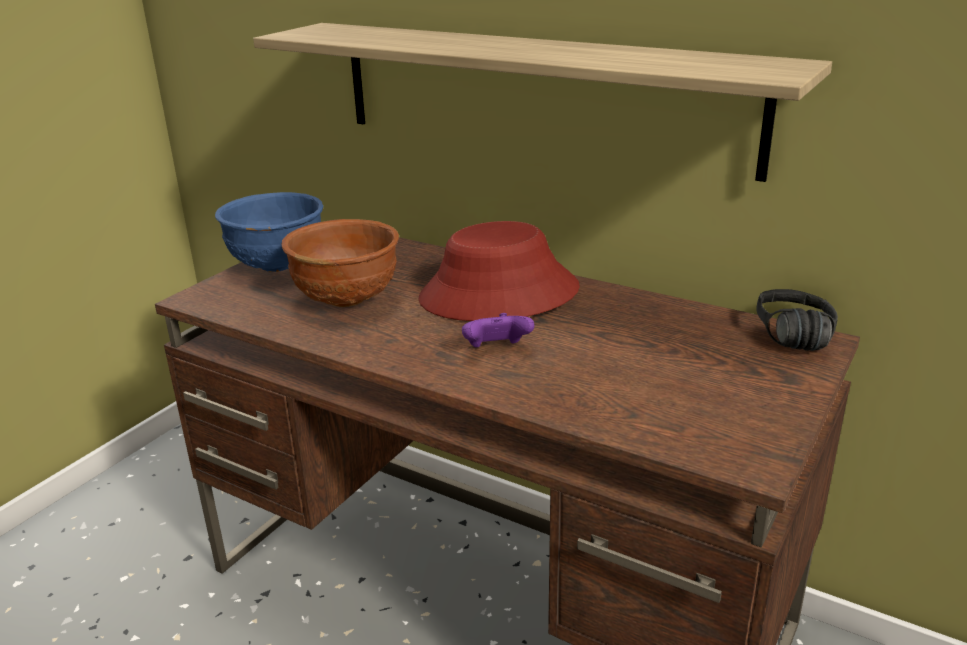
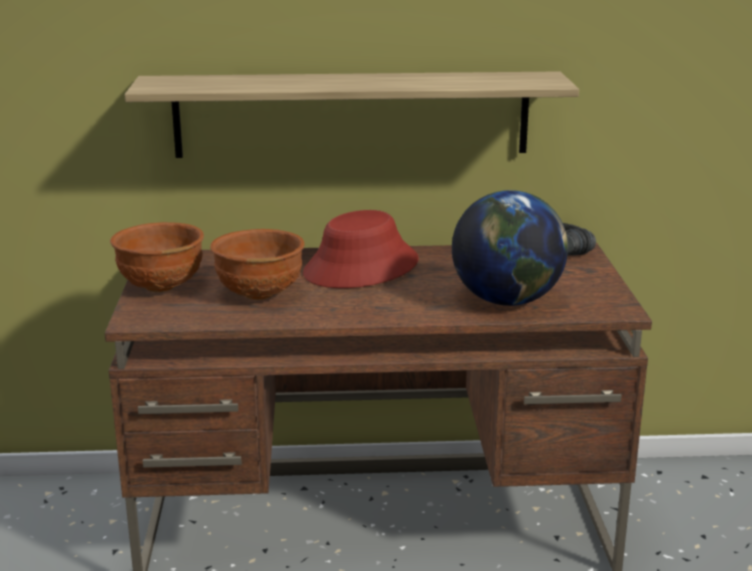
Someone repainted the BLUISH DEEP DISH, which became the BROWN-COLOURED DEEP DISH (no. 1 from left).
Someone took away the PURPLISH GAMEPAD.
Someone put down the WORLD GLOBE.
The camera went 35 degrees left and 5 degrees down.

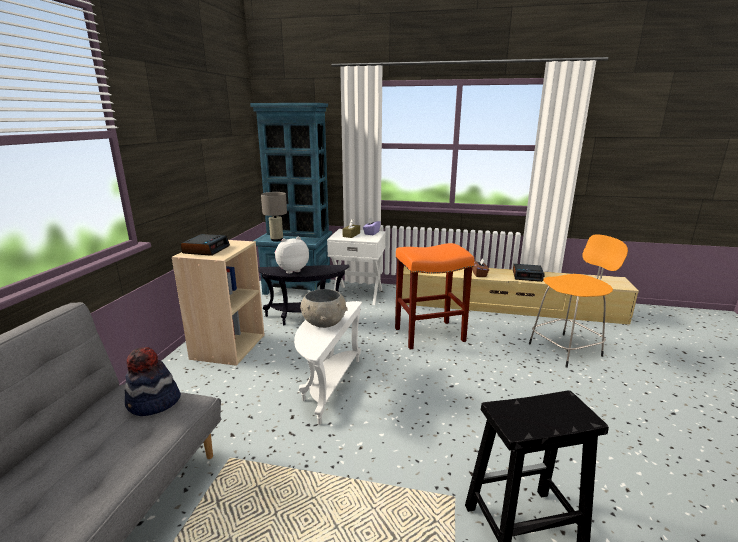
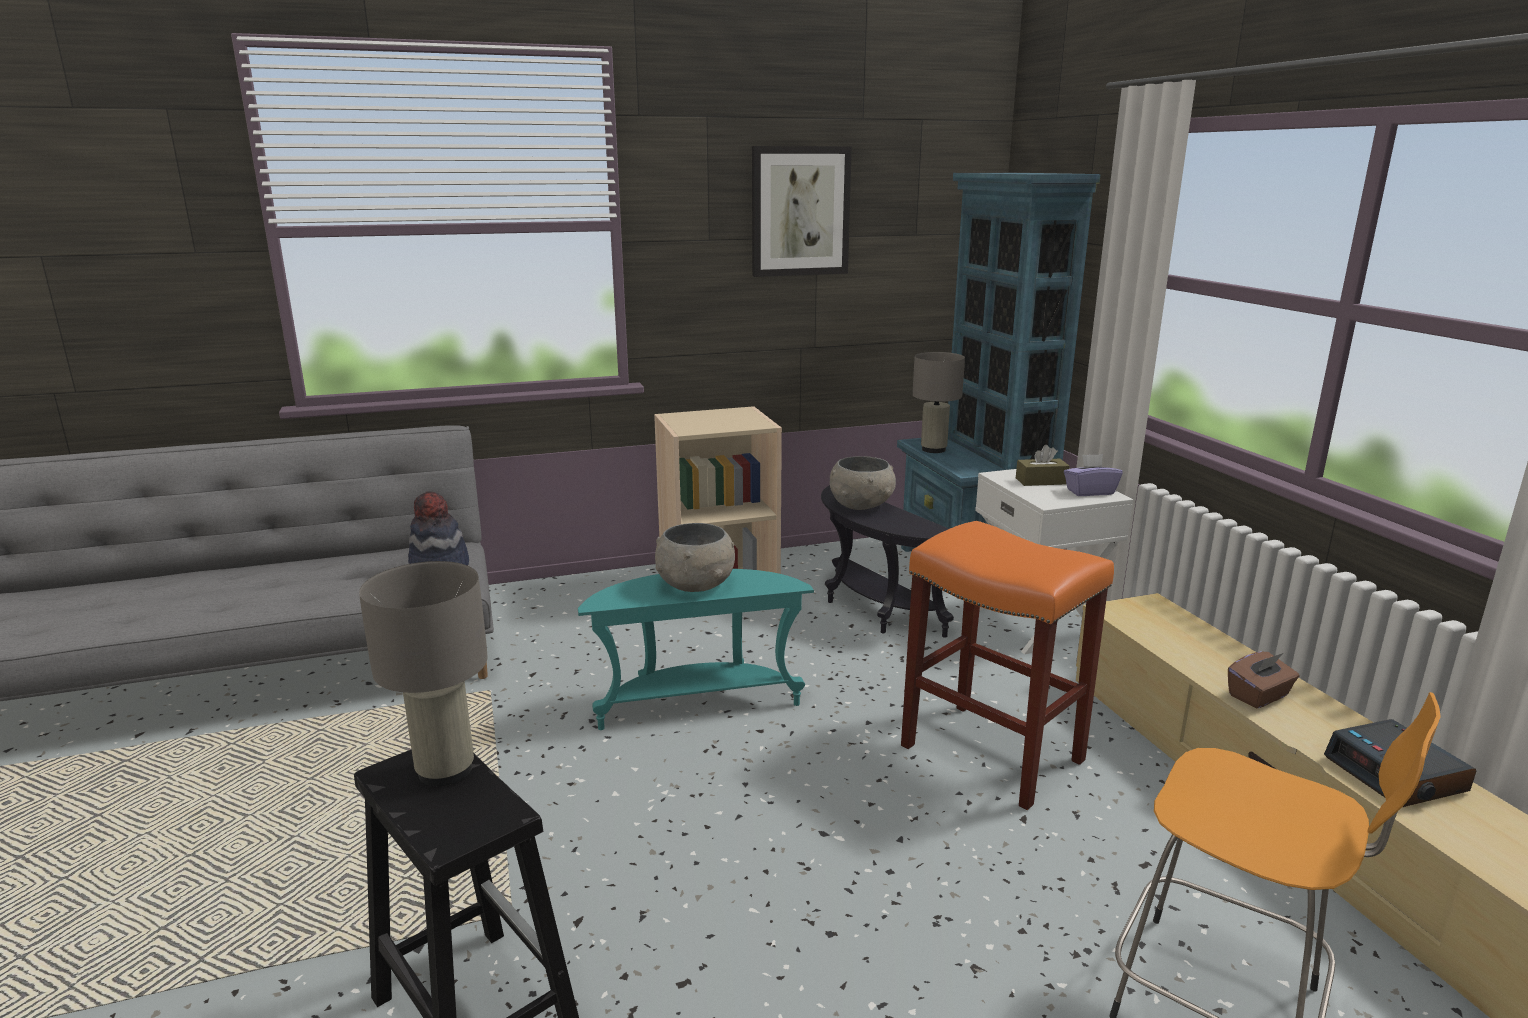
Someone took away the BEDSIDE CLOCK (no. 1 from left).
Someone swapped the SOFT TOY for the GREY DEEP DISH (no. 2 from left).
Someone repainted the WHITISH END TABLE, which became the BLUE-GREEN END TABLE.
Someone put up the WALL PICTURE.
Someone put down the GREY TABLETOP LAMP (no. 1 from left).
The camera went 60 degrees right and 0 degrees up.

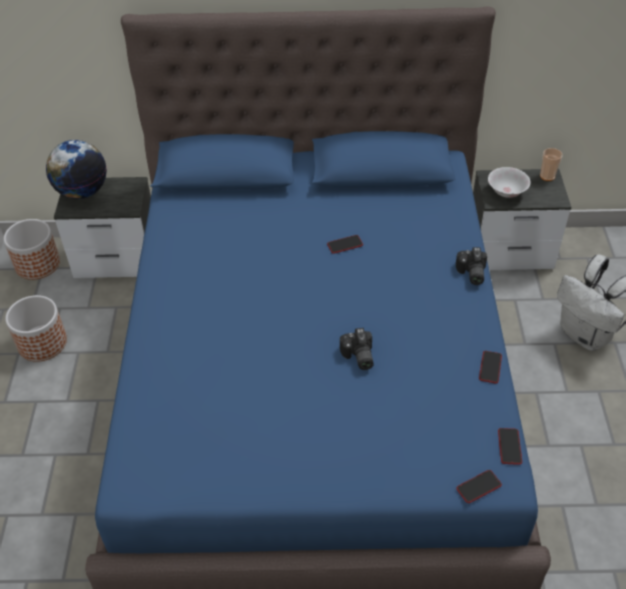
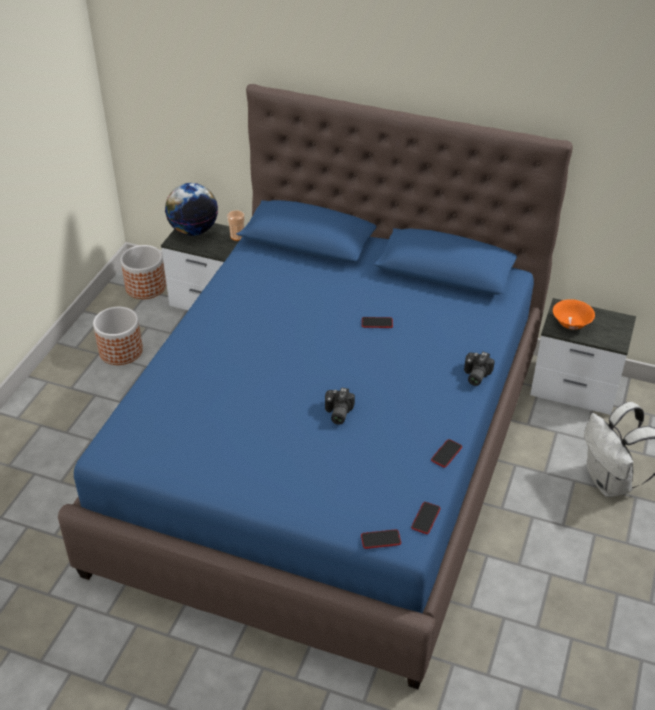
Someone carried the CUP.
Someone repainted the WHITISH DEEP DISH, which became the ORANGE DEEP DISH.
The camera went 20 degrees right and 5 degrees down.

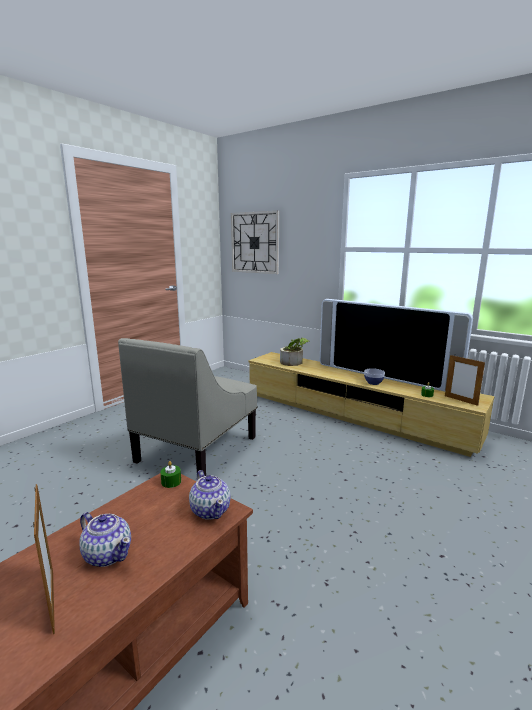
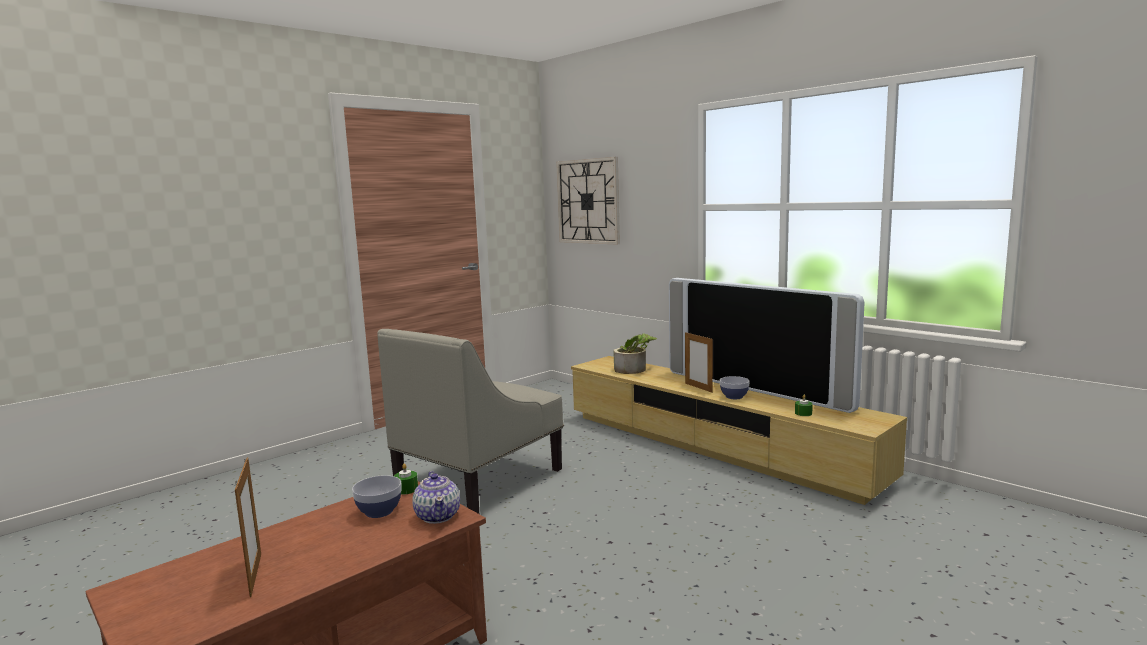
Someone carried the PHOTO FRAME (no. 2 from left).
Someone took away the TEA POT (no. 1 from left).
Someone put down the DEEP DISH (no. 1 from left).
The camera went 10 degrees right and 5 degrees down.

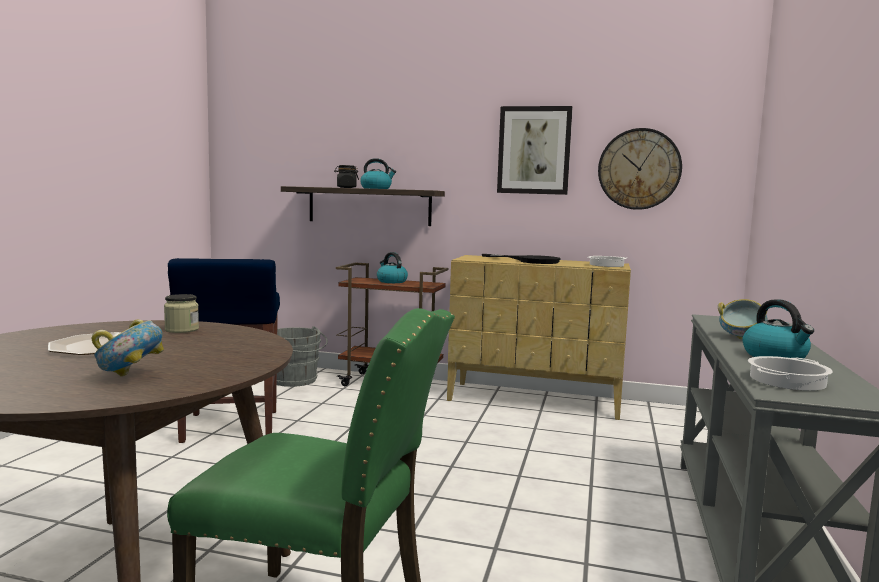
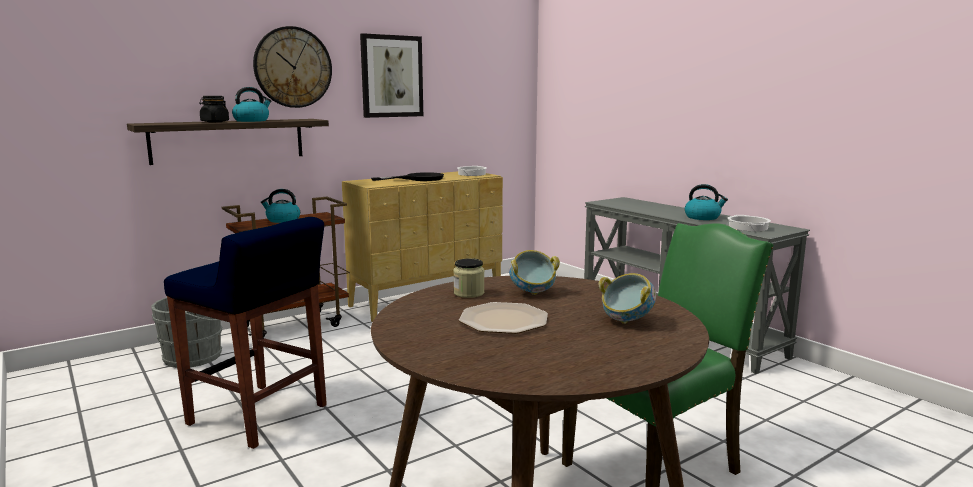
Someone carried the WALL CLOCK.
Someone carried the DEEP DISH (no. 2 from left in the first image).
The camera went 50 degrees left and 5 degrees up.

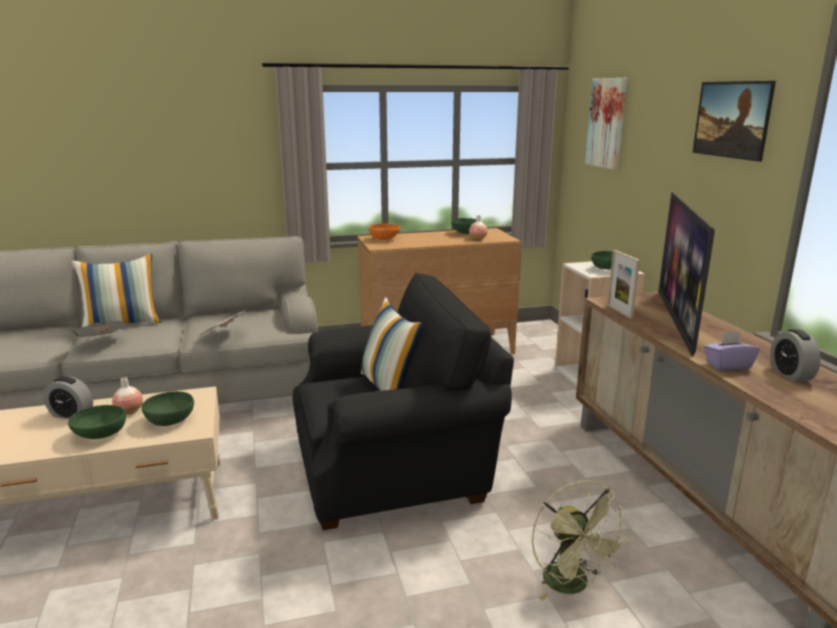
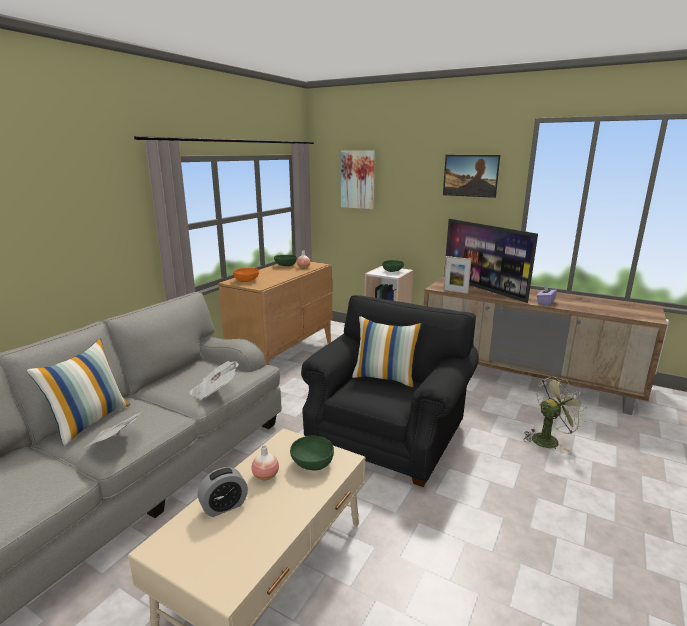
Someone took away the BEDSIDE CLOCK (no. 2 from left).
Someone took away the GREEN DEEP DISH (no. 1 from left).
Someone rotated the GREEN FAN by 45 degrees counterclockwise.
The camera went 45 degrees left and 0 degrees up.

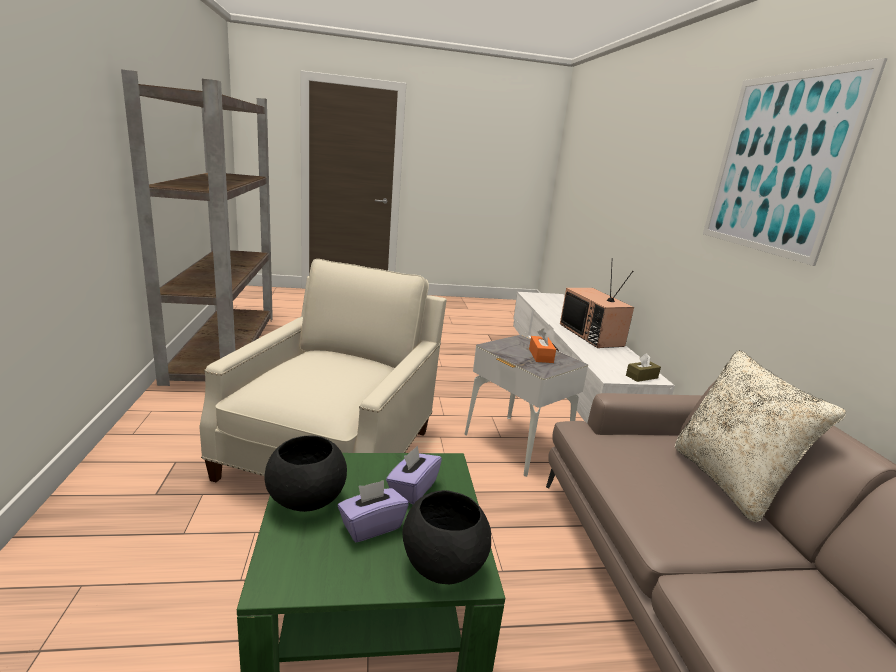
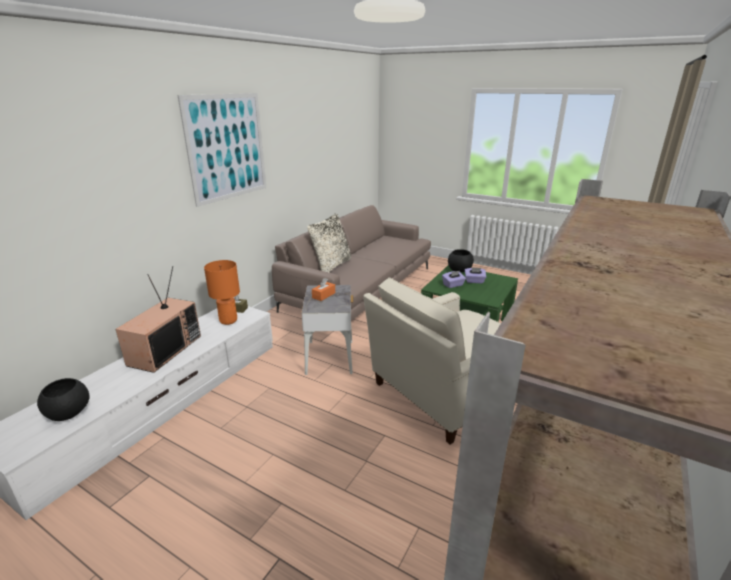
Someone carried the BLACK-COLOURED DEEP DISH (no. 1 from left).
Someone put down the ORANGE TABLETOP LAMP.
The camera went 140 degrees left and 5 degrees up.

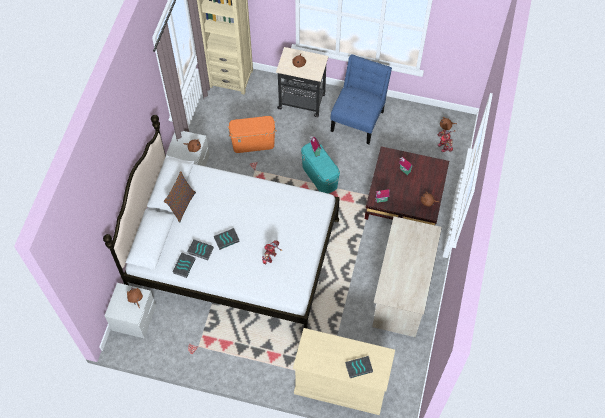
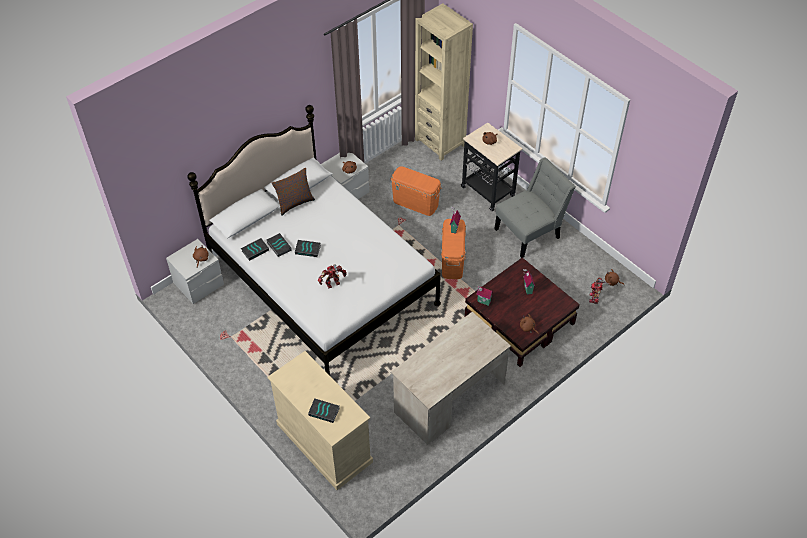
Someone repainted the BLUISH UPRIGHT CHAIR, which became the GREY UPRIGHT CHAIR.
Someone repainted the BLUE-GREEN STORAGE BIN, which became the ORANGE STORAGE BIN (no. 2 from left).
The camera went 35 degrees right and 10 degrees down.

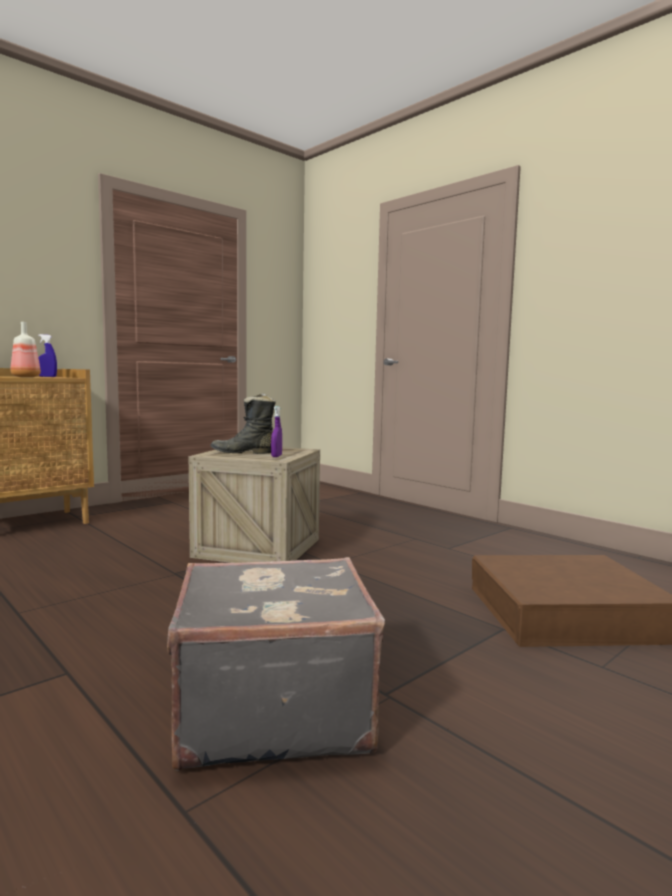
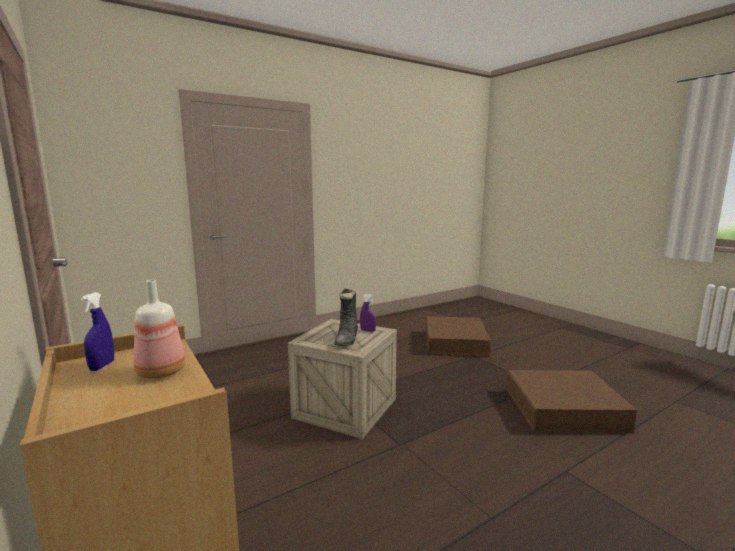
Someone swapped the GREY TRAVEL CASE for the BROWN-COLOURED STORAGE BIN (no. 2 from left).
The camera went 80 degrees left and 5 degrees up.

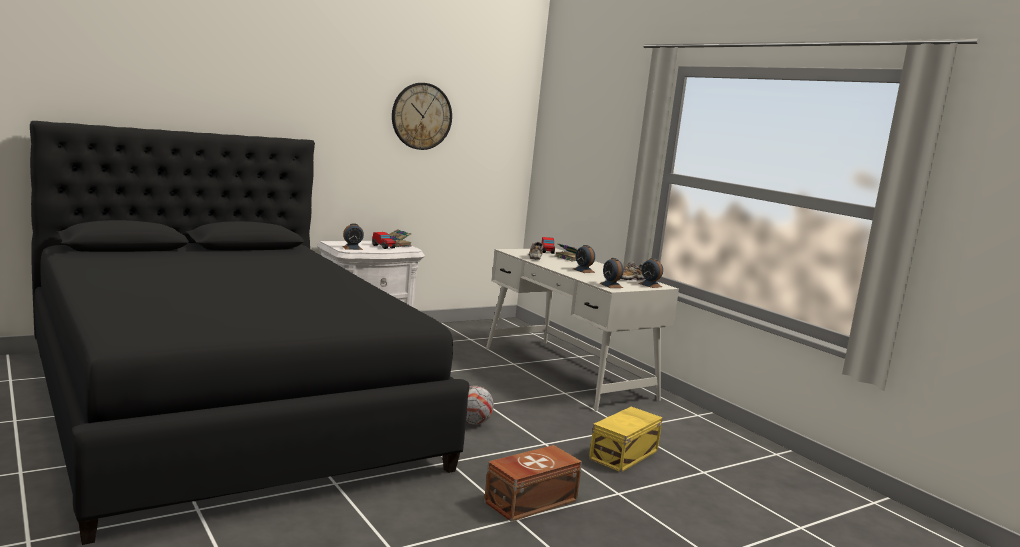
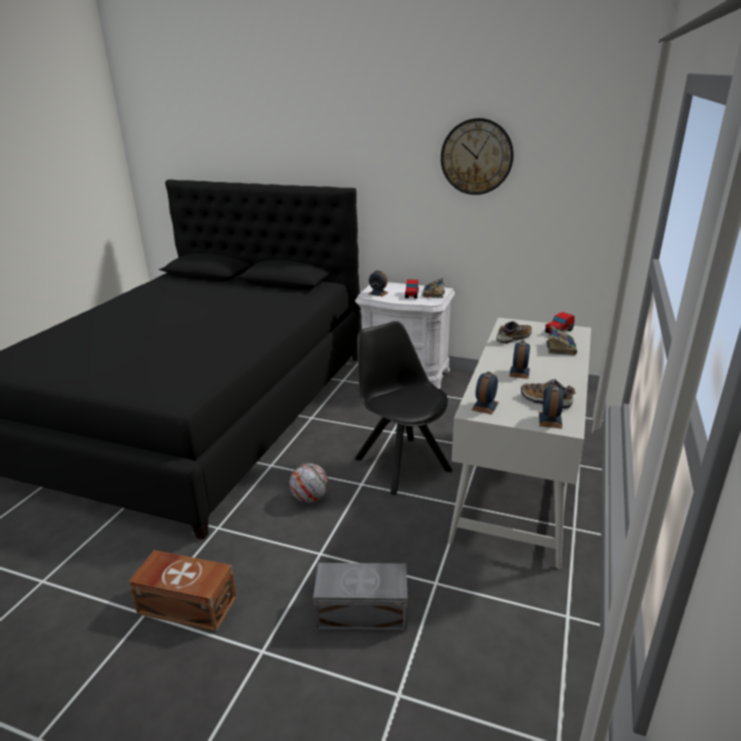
Someone repainted the YELLOW-COLOURED STORAGE BIN, which became the GREY STORAGE BIN.
Someone put down the BLACK-COLOURED UPRIGHT CHAIR.
The camera went 55 degrees right and 15 degrees up.

